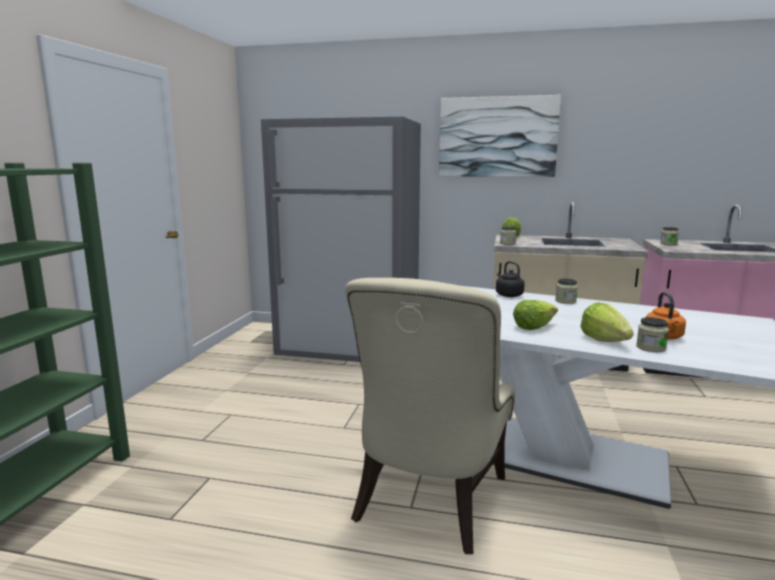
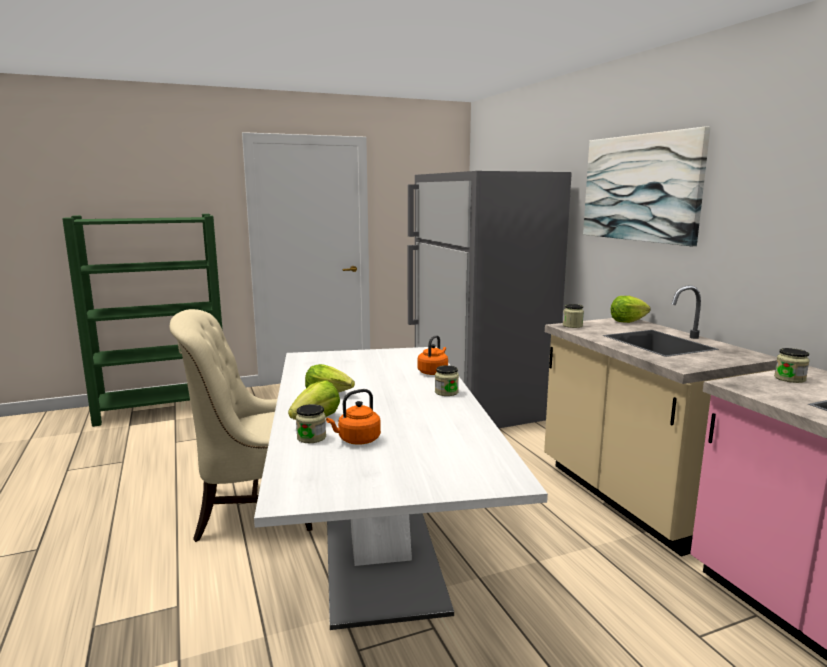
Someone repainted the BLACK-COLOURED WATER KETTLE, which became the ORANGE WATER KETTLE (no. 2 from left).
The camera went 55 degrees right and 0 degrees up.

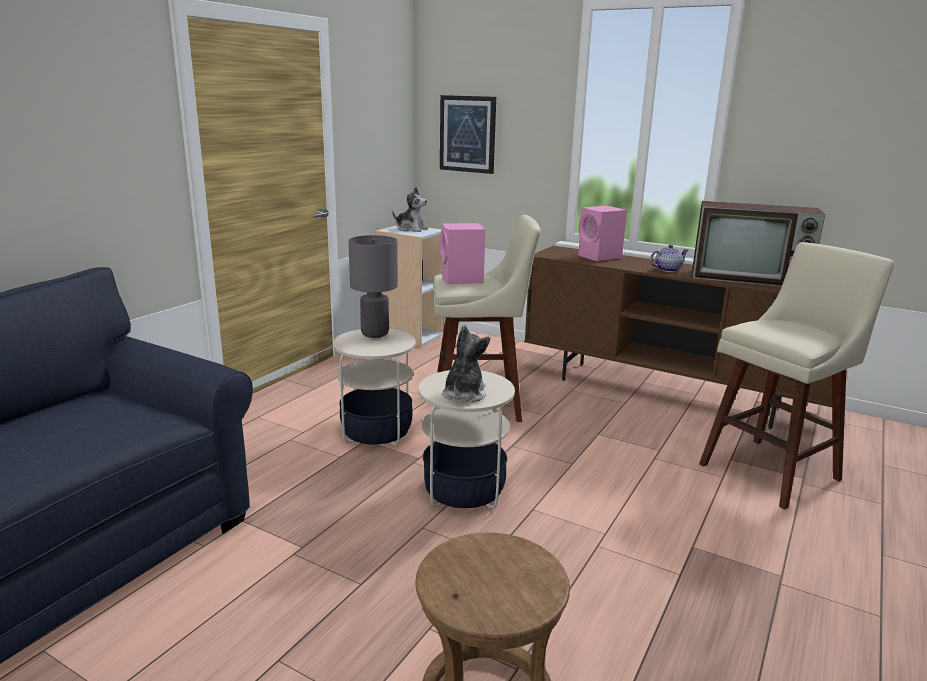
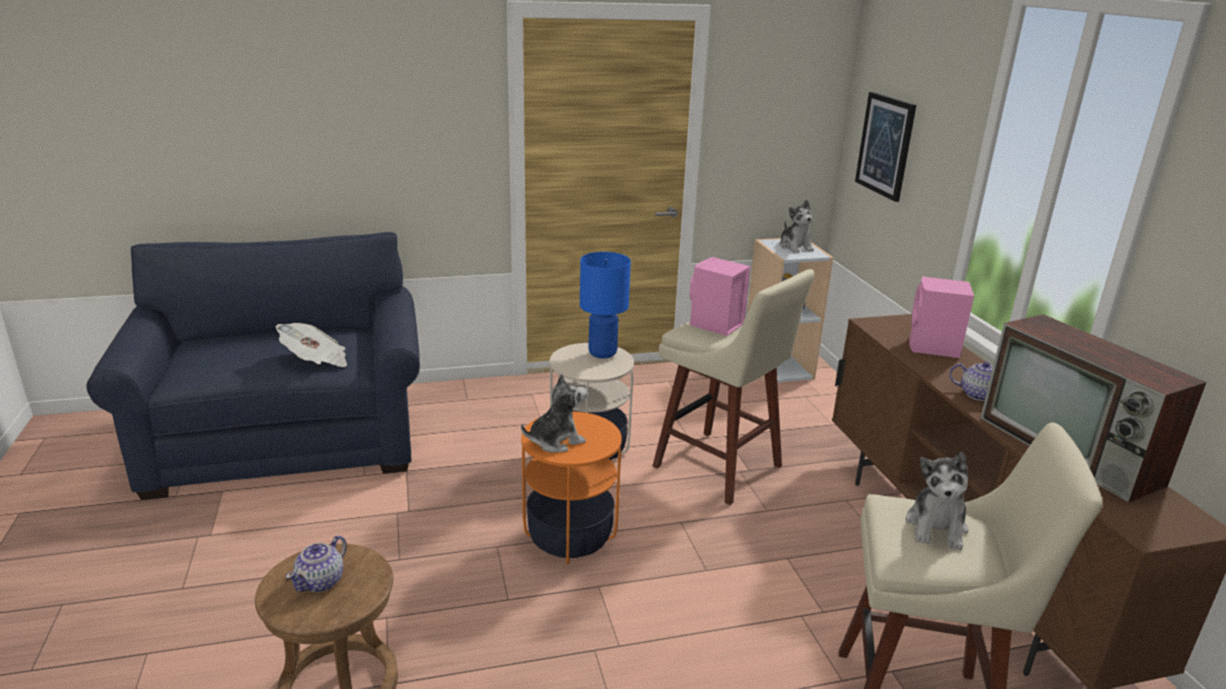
Someone repainted the GREY TABLETOP LAMP, which became the BLUISH TABLETOP LAMP.
Someone repainted the BEIGE-COLOURED END TABLE (no. 2 from left), which became the ORANGE END TABLE.
Someone put down the PRINTED PAPER.
Someone put down the SOFT TOY (no. 3 from left).
Someone put down the TEA POT (no. 1 from left).
The camera went 45 degrees right and 5 degrees up.

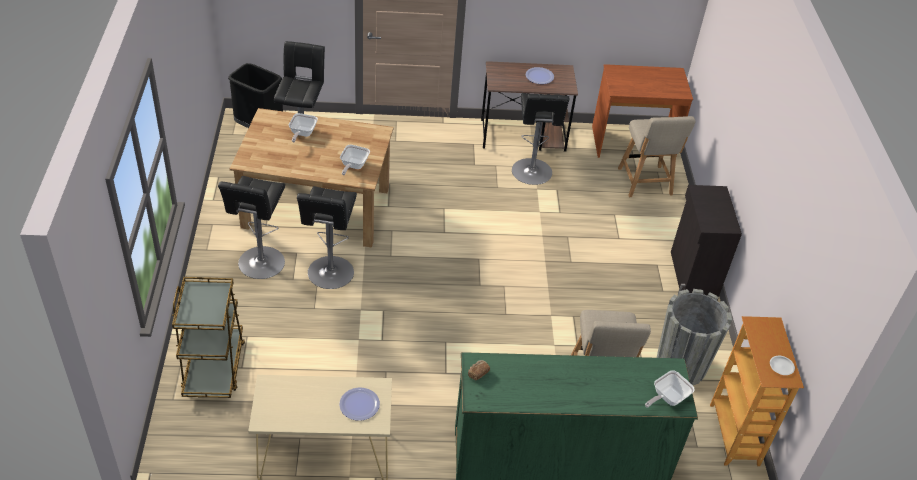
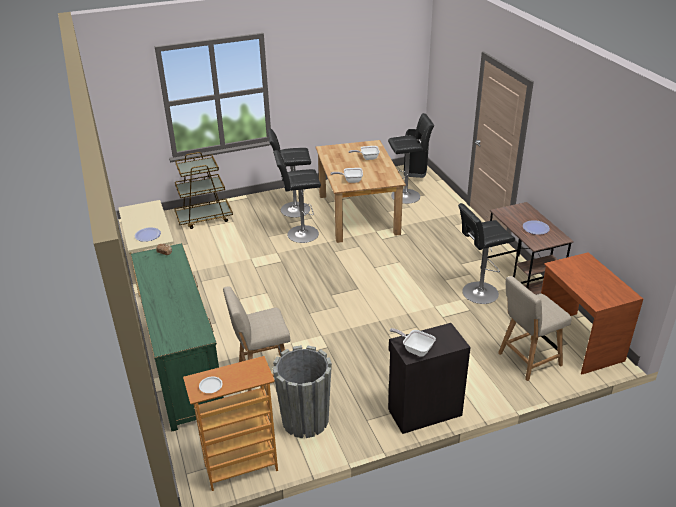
Someone carried the PAN (no. 3 from left).
The camera went 75 degrees right and 10 degrees down.

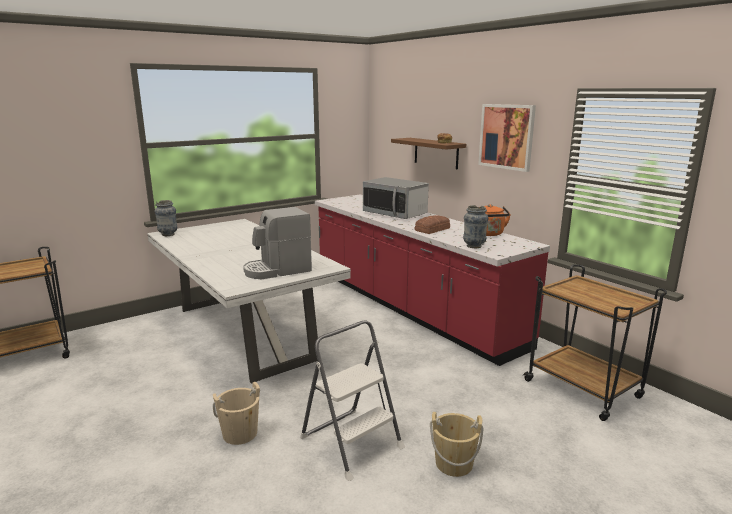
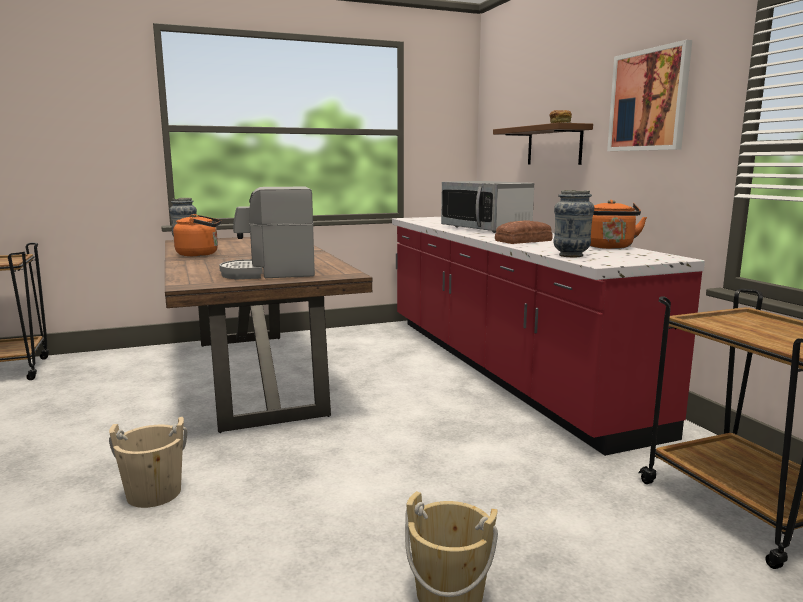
Someone repainted the WHITISH KITCHEN TABLE, which became the BROWN-COLOURED KITCHEN TABLE.
Someone took away the WHITISH STEP STOOL.
Someone put down the ORANGE WATER KETTLE (no. 1 from left).
The camera went 15 degrees right and 5 degrees down.

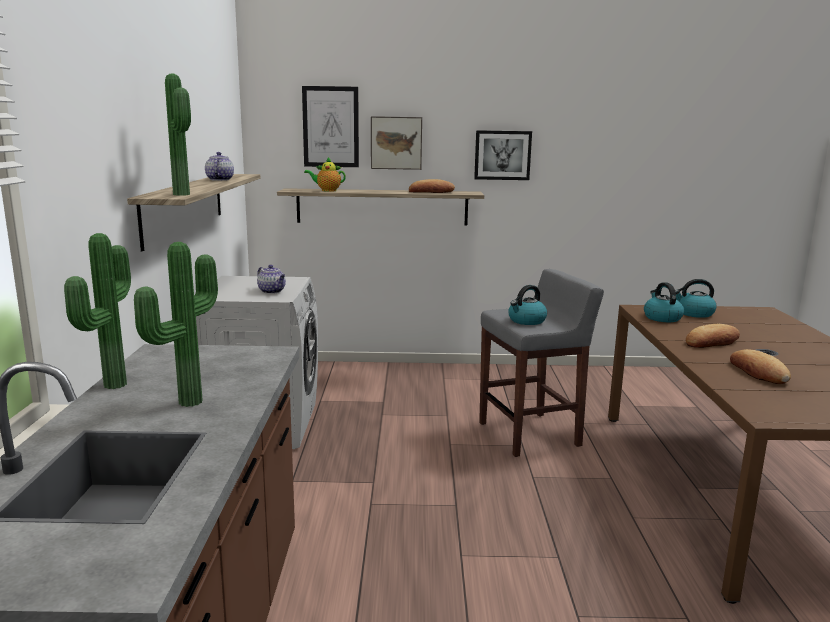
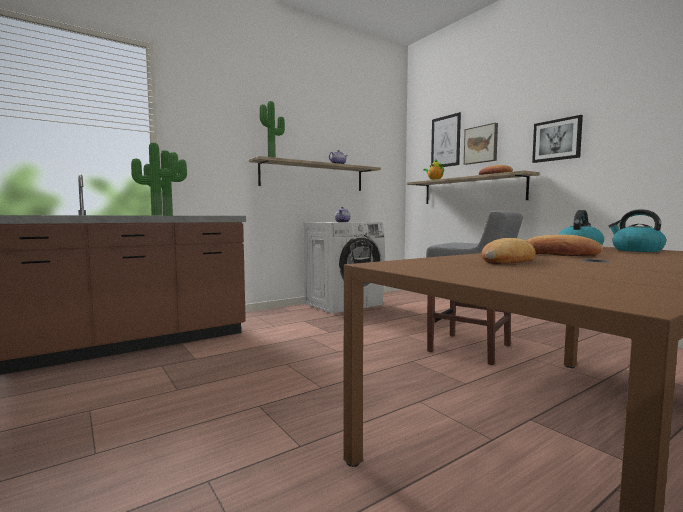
Someone took away the WATER KETTLE (no. 1 from left).
The camera went 55 degrees right and 10 degrees down.

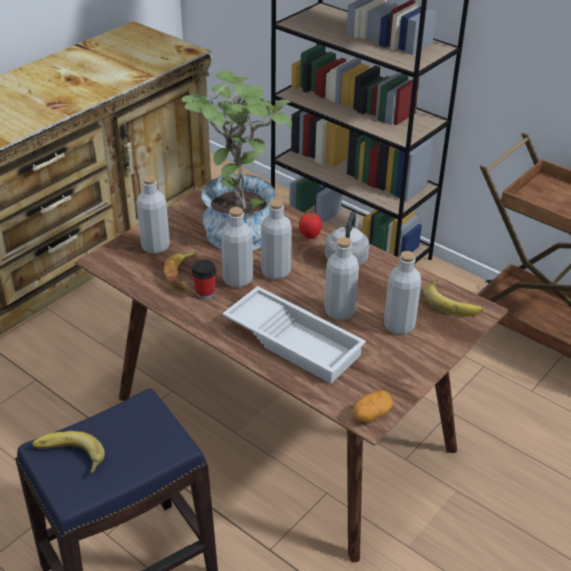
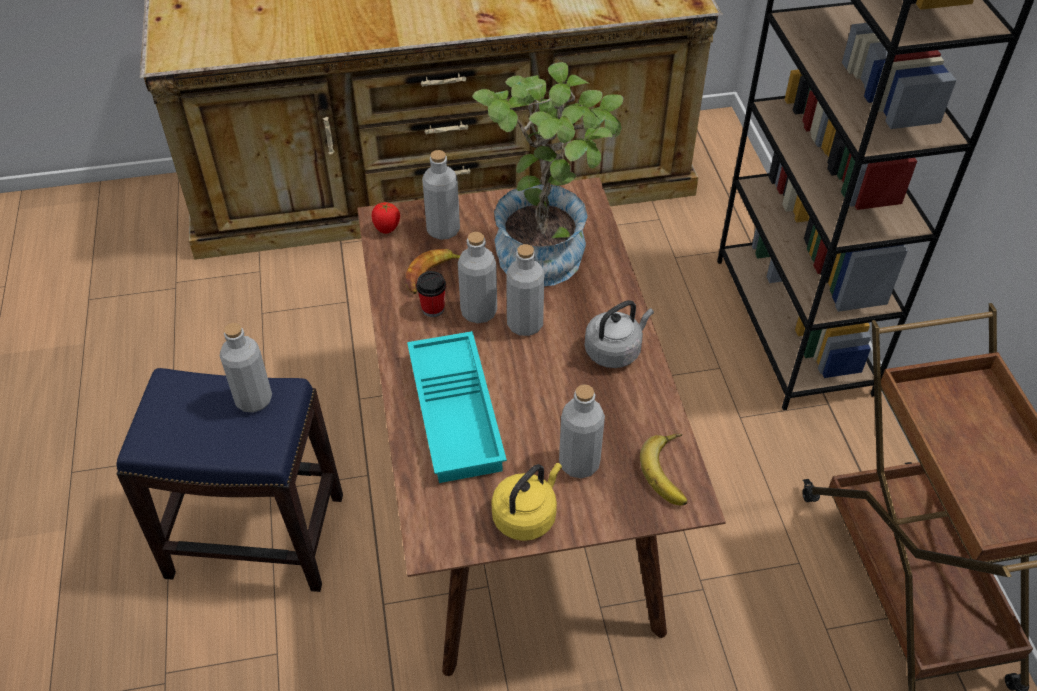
Someone carried the WHOLE TOMATO.
Someone carried the GREY BOTTLE (no. 4 from left in the first image).
Someone repainted the WHITISH CARRYING TRAY, which became the BLUE-GREEN CARRYING TRAY.
Someone took away the POTATO.
Someone took away the WHOLE BANANA (no. 1 from left).
Someone put down the YELLOW-COLOURED WATER KETTLE.
The camera went 40 degrees right and 10 degrees up.

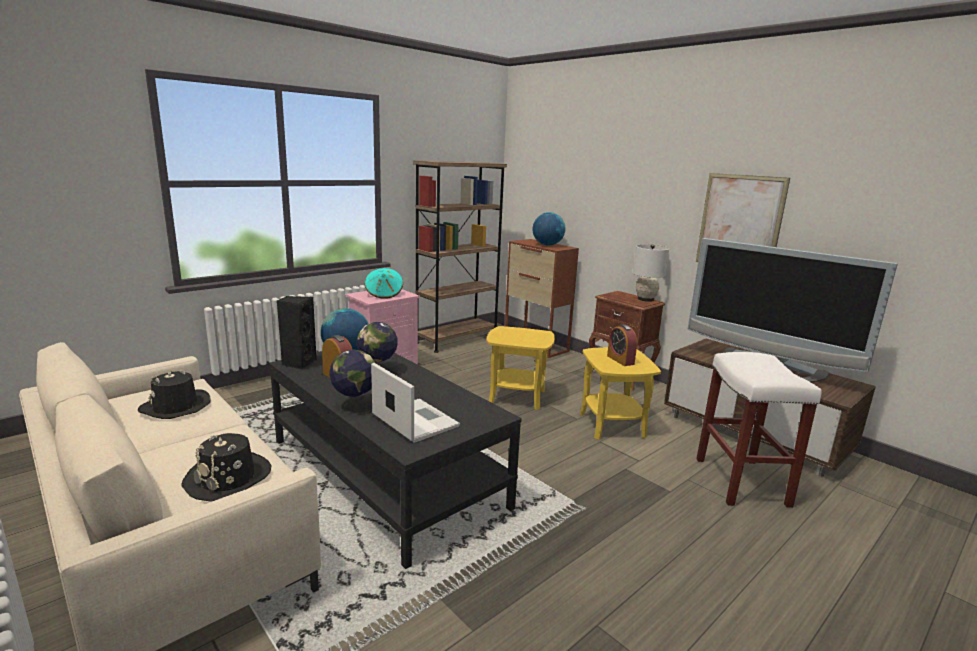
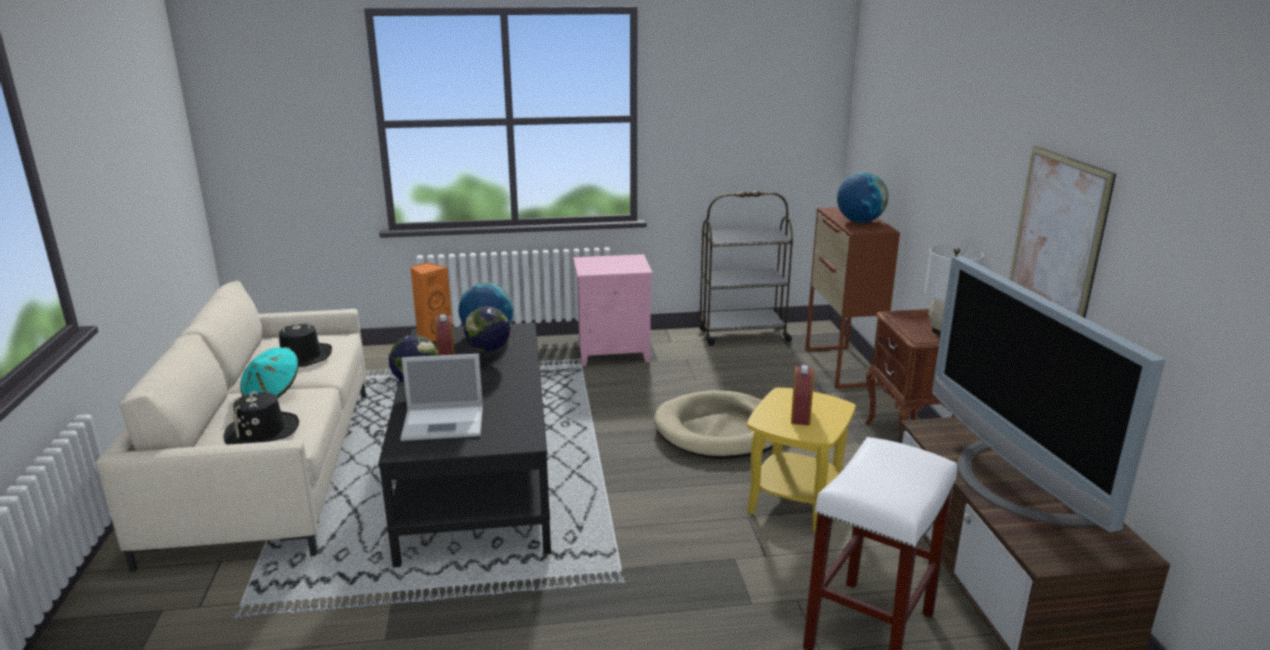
Someone swapped the BROWN-COLOURED BOOKCASE for the BLACK-COLOURED CART.
Someone carried the BLUE-GREEN WEARABLE HAT.
Someone repainted the BLACK-COLOURED AUDIO SPEAKER, which became the ORANGE AUDIO SPEAKER.
Someone swapped the YELLOW-COLOURED END TABLE (no. 1 from left) for the BEIGE-COLOURED PET BED.
Someone rotated the PORTABLE COMPUTER by 90 degrees clockwise.
The camera went 35 degrees right and 5 degrees up.

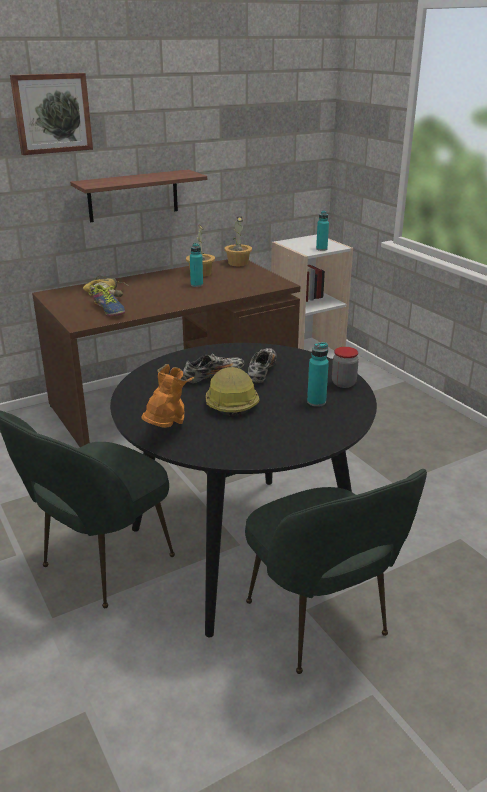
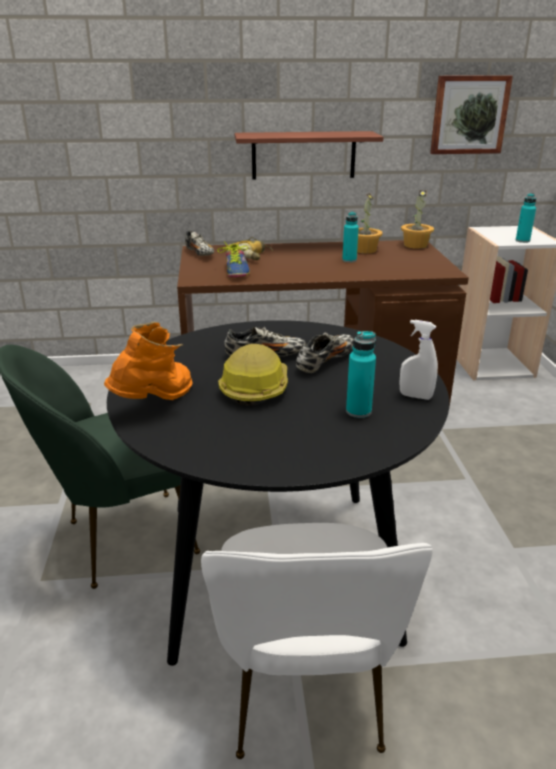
Someone carried the WALL PICTURE.
Someone swapped the PRESERVE JAR for the WHITISH HAND SPRAYER.
Someone repainted the GREEN UPRIGHT CHAIR (no. 2 from left), which became the WHITISH UPRIGHT CHAIR.
Someone put down the SHOE (no. 1 from left).
The camera went 25 degrees right and 0 degrees up.

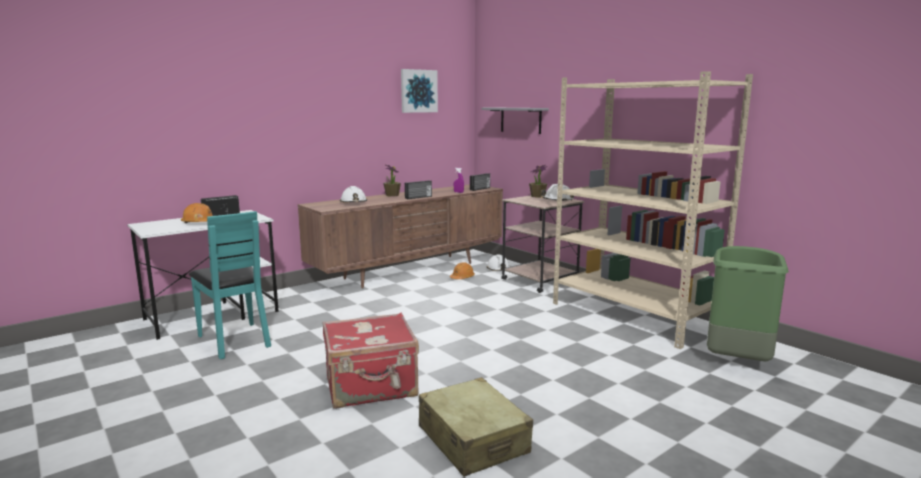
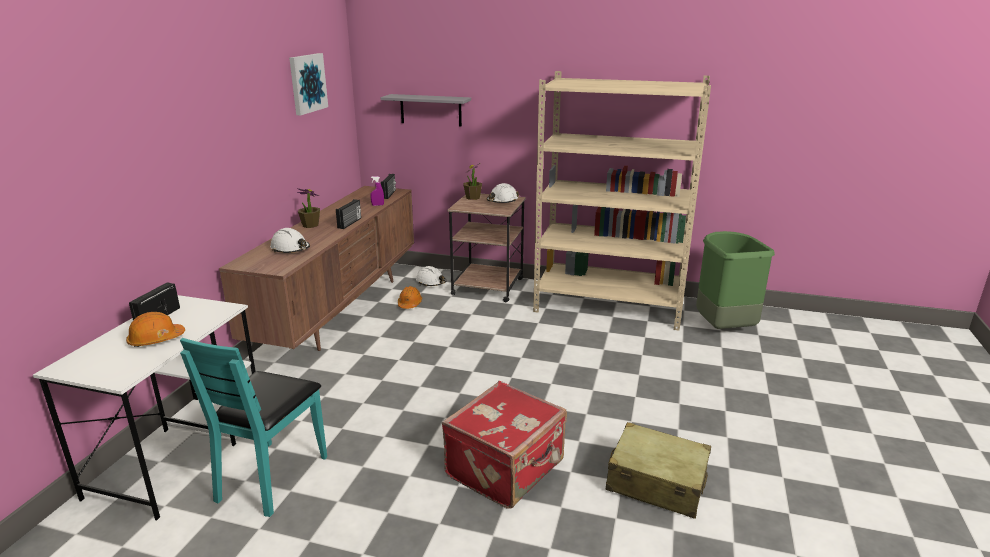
Someone rotated the BLUE-GREEN UPRIGHT CHAIR by 90 degrees clockwise.
The camera went 35 degrees left and 10 degrees up.

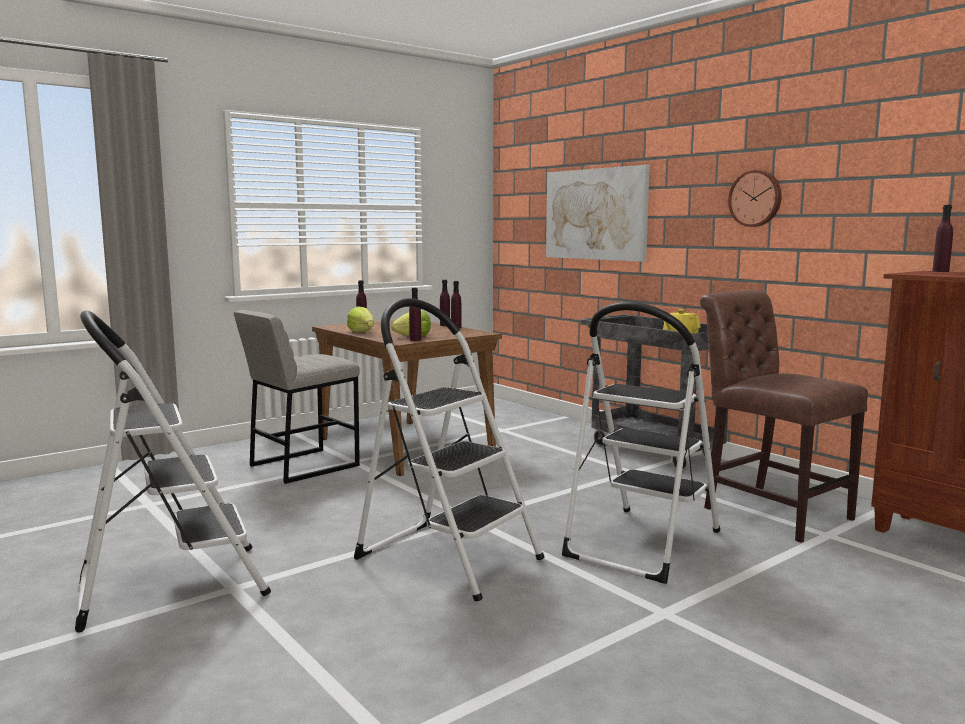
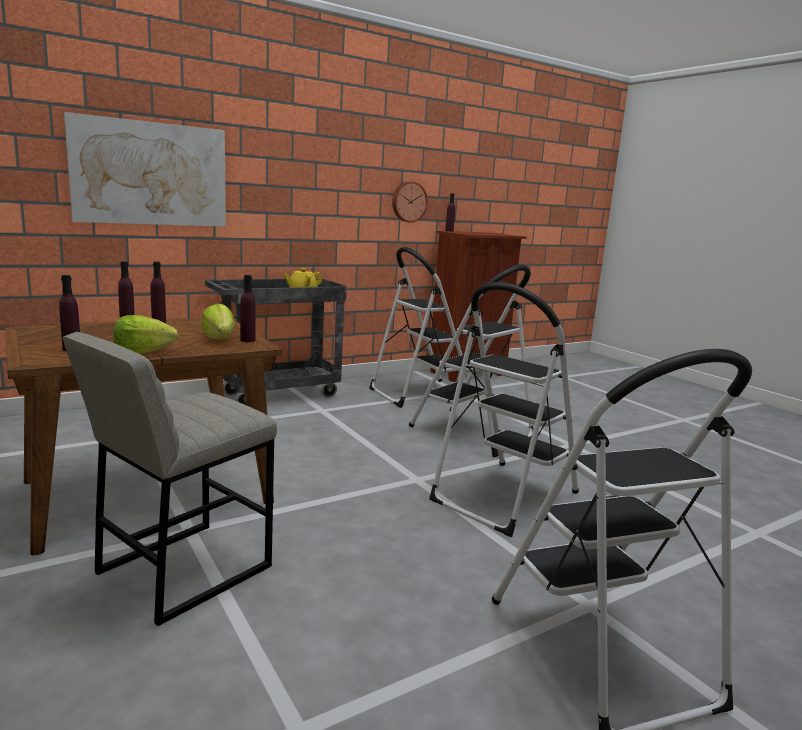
Someone carried the WALL CLOCK.
Someone swapped the BROWN-COLOURED UPRIGHT CHAIR for the STEP STOOL (no. 1 from left).
Someone rotated the GREY UPRIGHT CHAIR by 75 degrees clockwise.
The camera went 85 degrees left and 5 degrees up.

